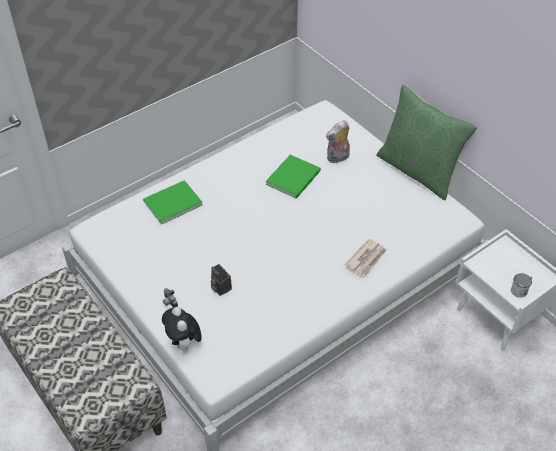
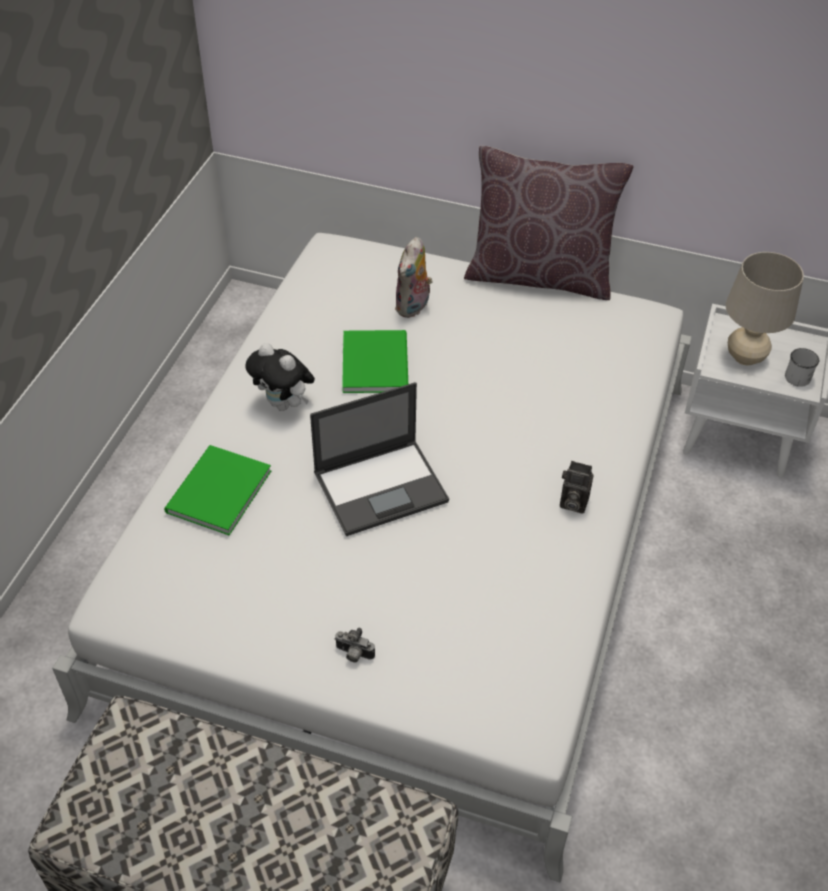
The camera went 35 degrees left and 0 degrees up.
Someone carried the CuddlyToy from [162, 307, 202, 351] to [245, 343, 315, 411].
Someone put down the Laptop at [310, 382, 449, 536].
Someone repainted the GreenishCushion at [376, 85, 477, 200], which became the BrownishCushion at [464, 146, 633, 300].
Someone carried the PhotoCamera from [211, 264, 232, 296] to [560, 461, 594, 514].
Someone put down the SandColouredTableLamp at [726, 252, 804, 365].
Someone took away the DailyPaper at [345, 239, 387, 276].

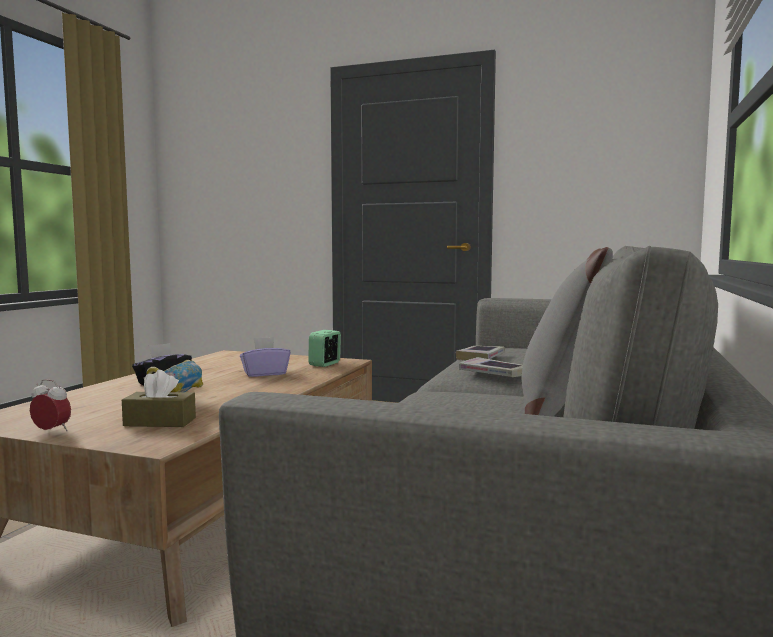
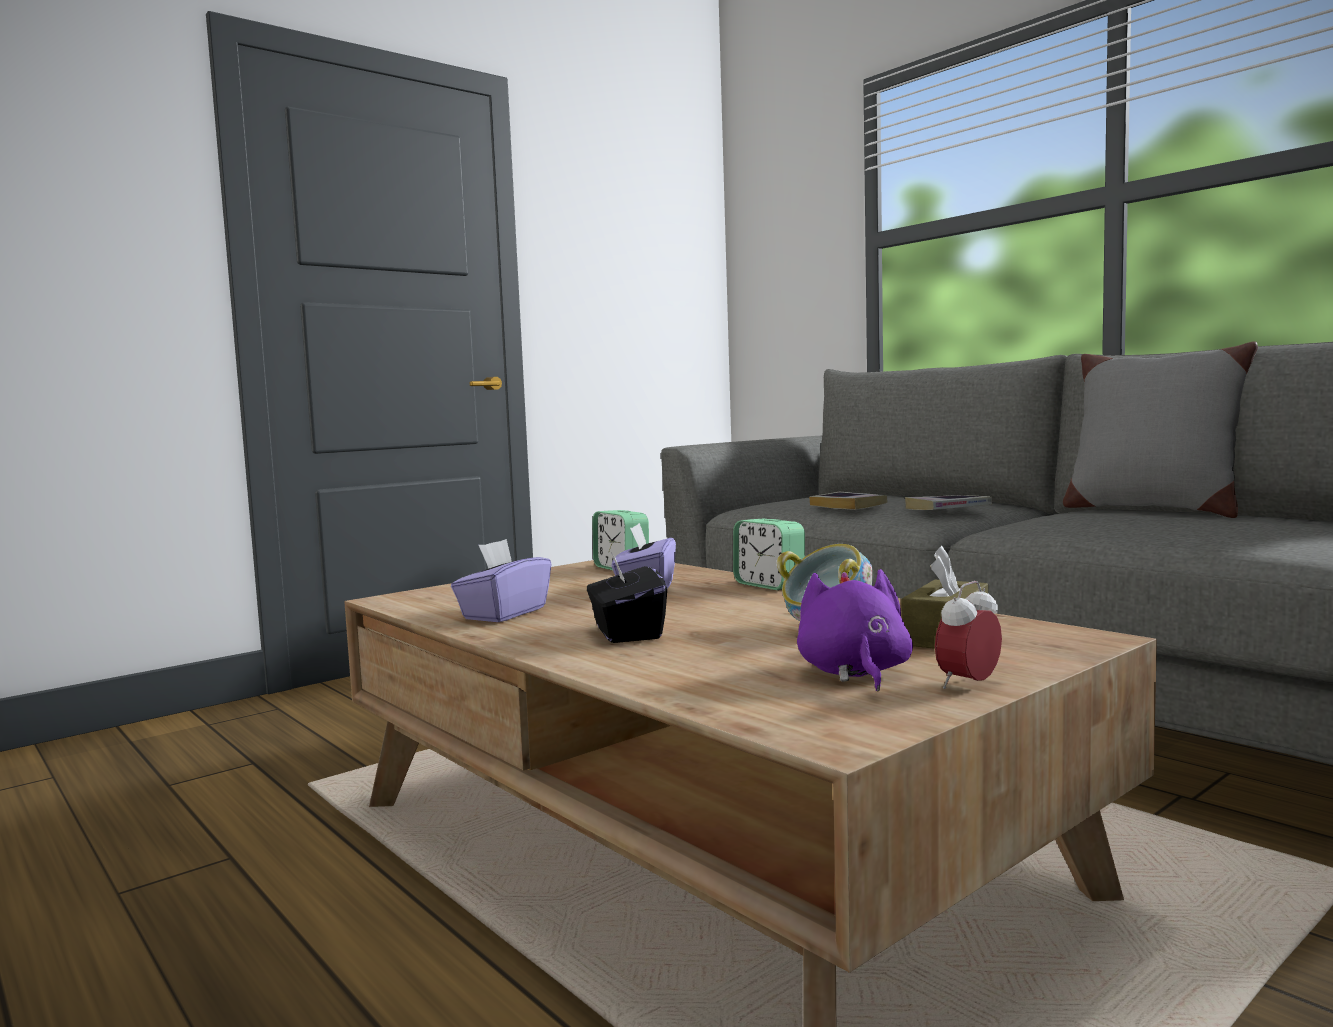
The camera went 60 degrees left and 0 degrees up.
Someone put down the PurplishBoxOfTissues at [451, 539, 552, 622].
Someone put down the TableClock at [733, 519, 805, 590].
Someone put down the PurplishCuddlyToy at [797, 569, 913, 691].

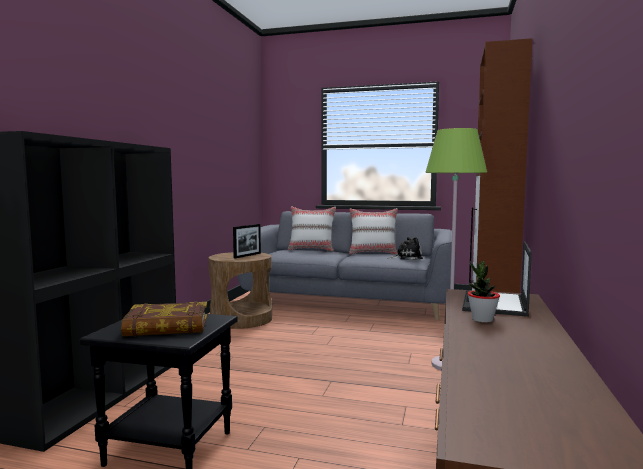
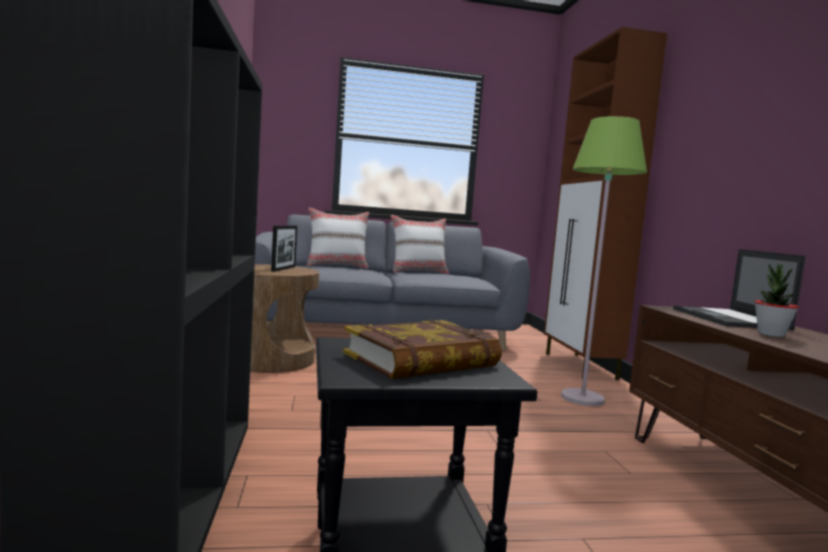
The camera went 25 degrees left and 0 degrees up.
Someone took away the CuddlyToy at [388, 237, 423, 260].

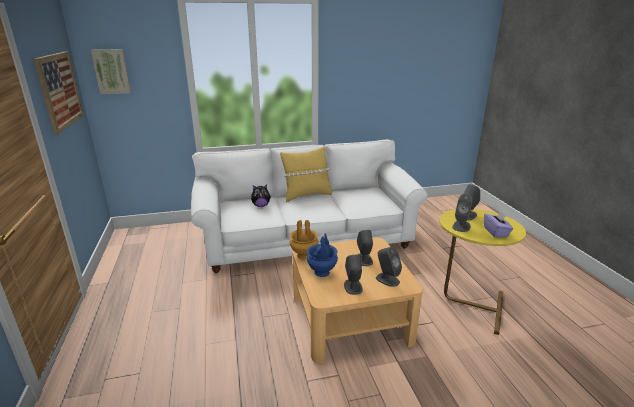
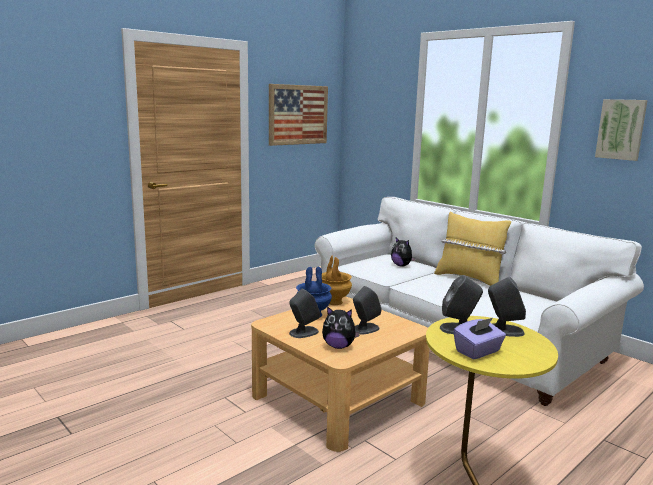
The camera went 60 degrees right and 10 degrees down.
Someone swapped the GrayLoudspeaker at [376, 247, 402, 287] for the CuddlyToy at [322, 306, 360, 349].
Someone carried the WallArt from [91, 49, 131, 94] to [595, 99, 648, 161].

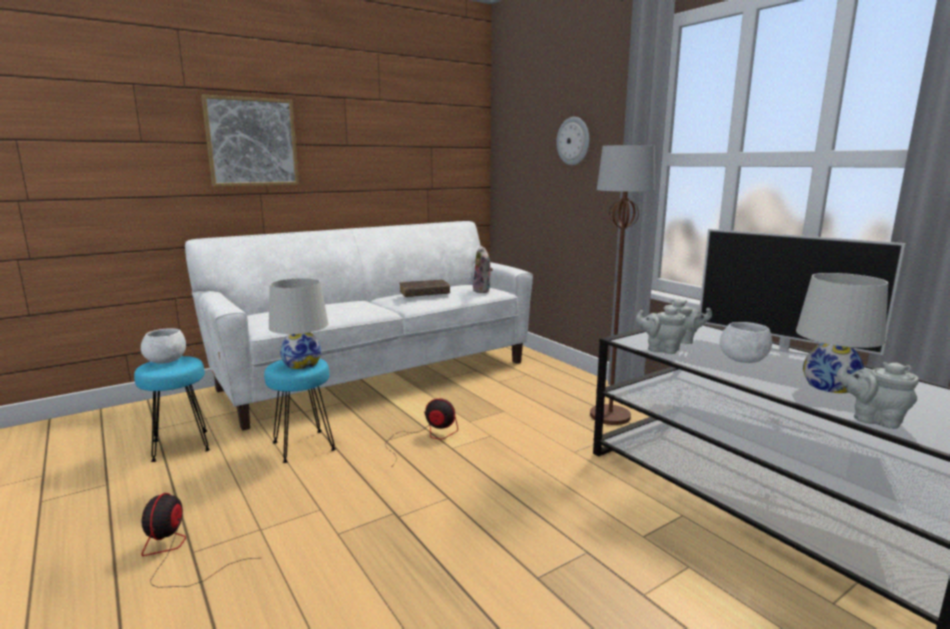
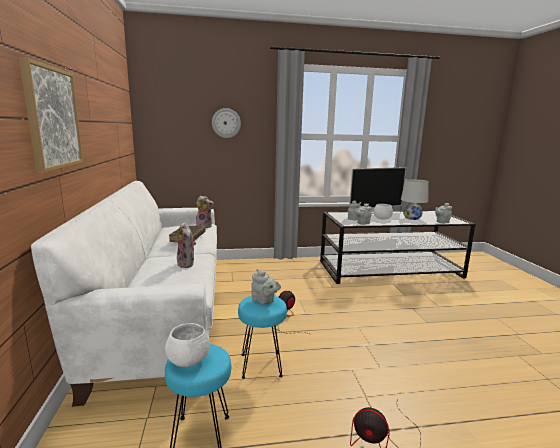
The camera went 65 degrees left and 0 degrees up.
Someone put down the CuddlyToy at [177, 222, 196, 268].
Someone swapped the WhitishTableLamp at [269, 278, 328, 369] for the GrayTeaPot at [251, 269, 281, 305].
Someone took away the BrownishFloorLamp at [590, 145, 655, 425].

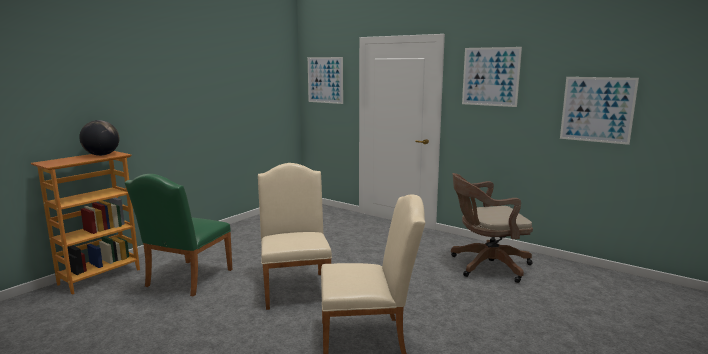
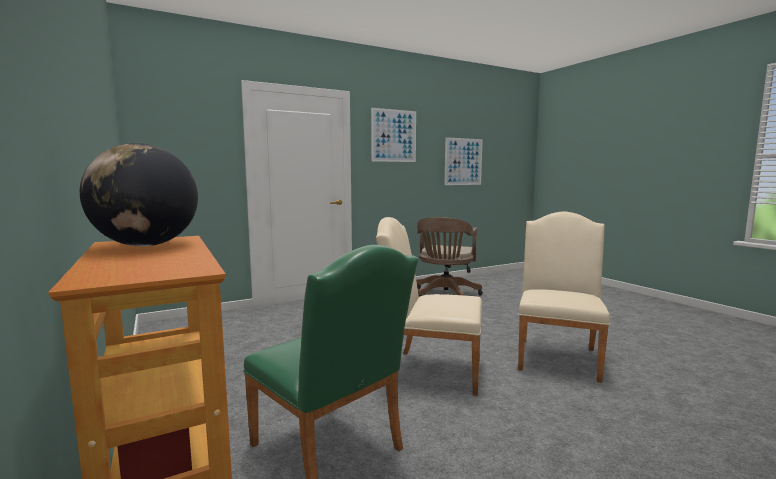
The camera went 65 degrees left and 5 degrees down.
Someone took away the WallArt at [308, 57, 343, 104].

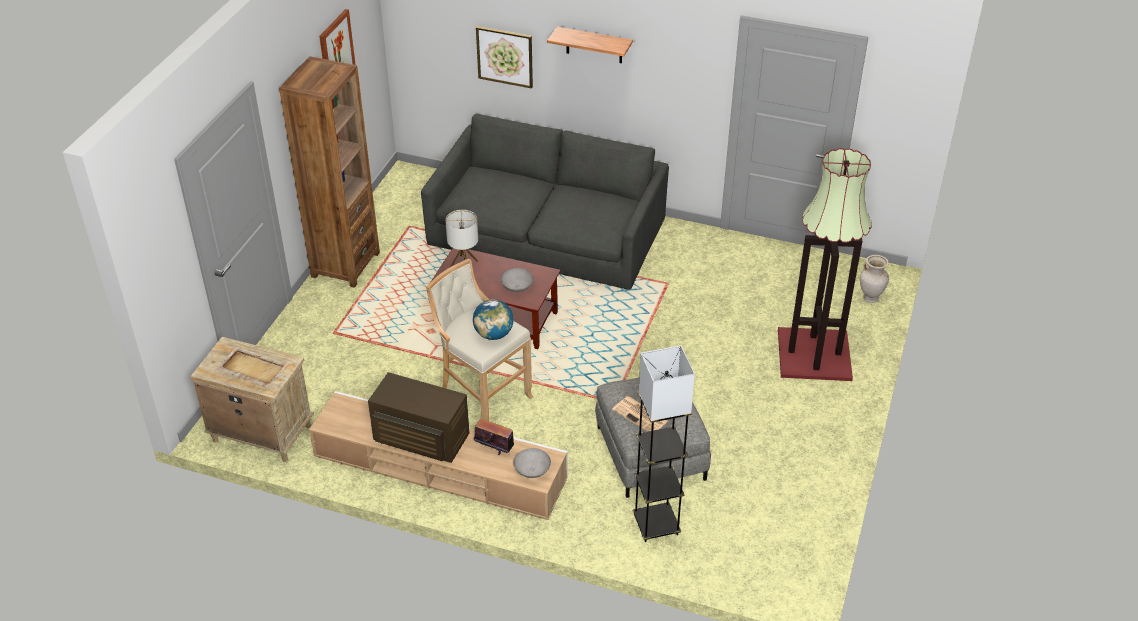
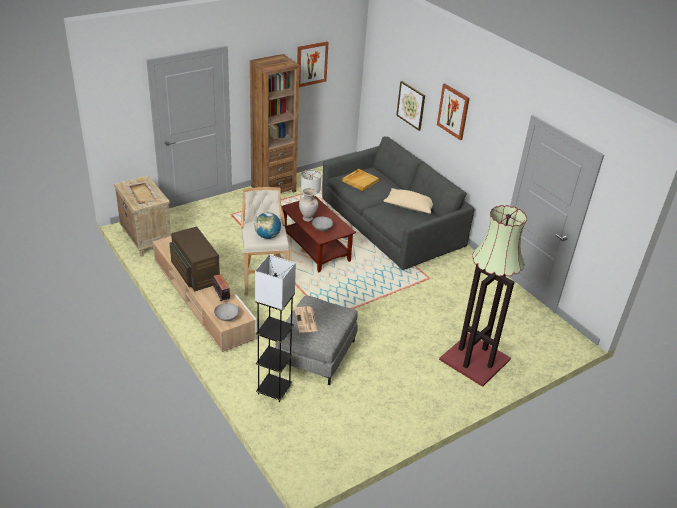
The camera went 35 degrees right and 5 degrees down.
Someone carried the SandColouredFlowerVase from [860, 255, 889, 303] to [299, 188, 318, 222].
Someone put down the SandColouredCarryingTray at [342, 169, 379, 191].
Someone put down the SandColouredCushion at [384, 188, 433, 214].
Someone swapped the WallShelf at [547, 26, 633, 63] for the WallArt at [437, 83, 470, 140].

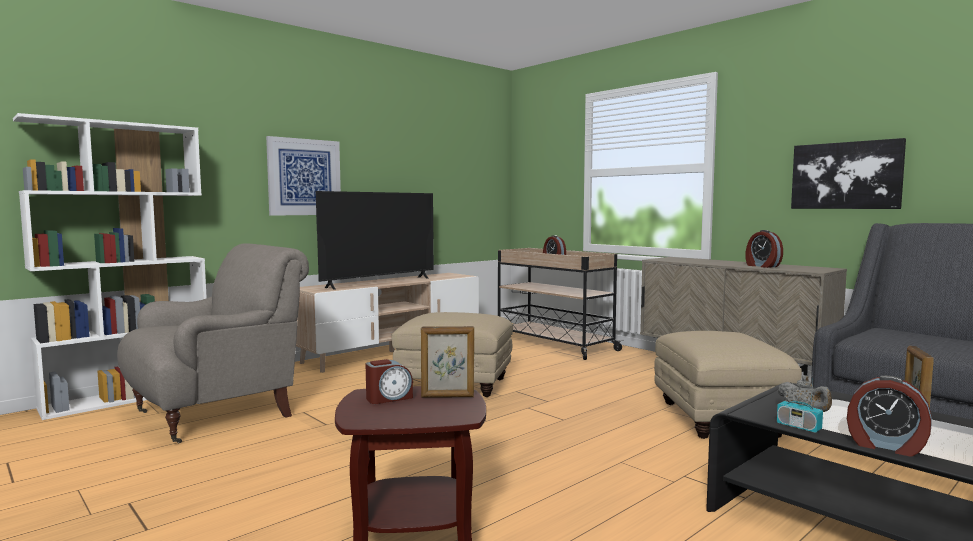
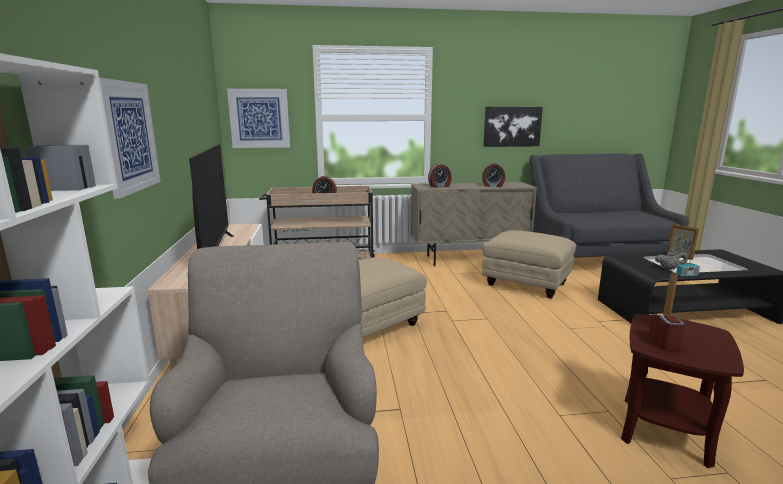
The camera went 55 degrees left and 10 degrees up.
Someone put up the WallArt at [227, 89, 290, 148].
Someone carried the TableClock from [847, 376, 932, 457] to [428, 163, 451, 188].

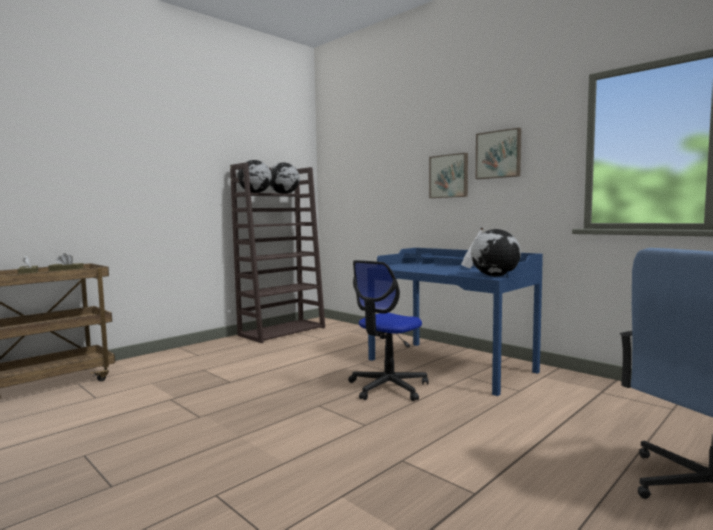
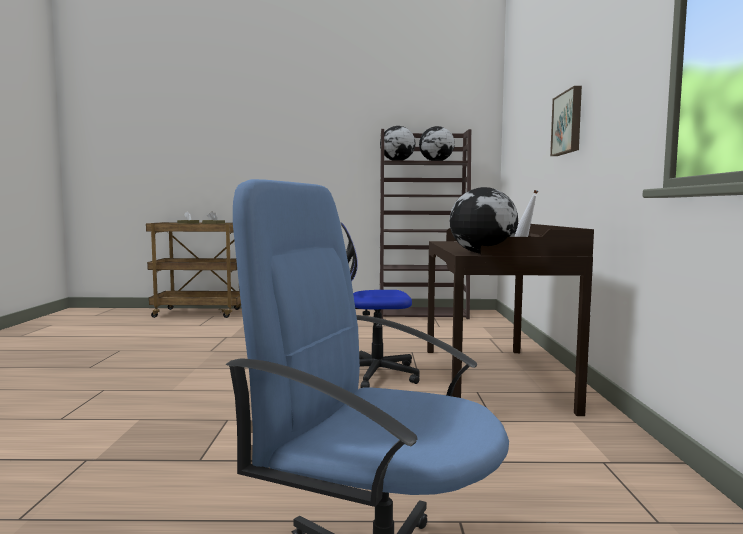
The camera went 45 degrees right and 0 degrees up.
Someone repainted the BlueDeskUnit at [368, 248, 543, 396], which became the BrownishDeskUnit at [427, 224, 594, 416].
Someone took away the WallArt at [476, 128, 521, 179].

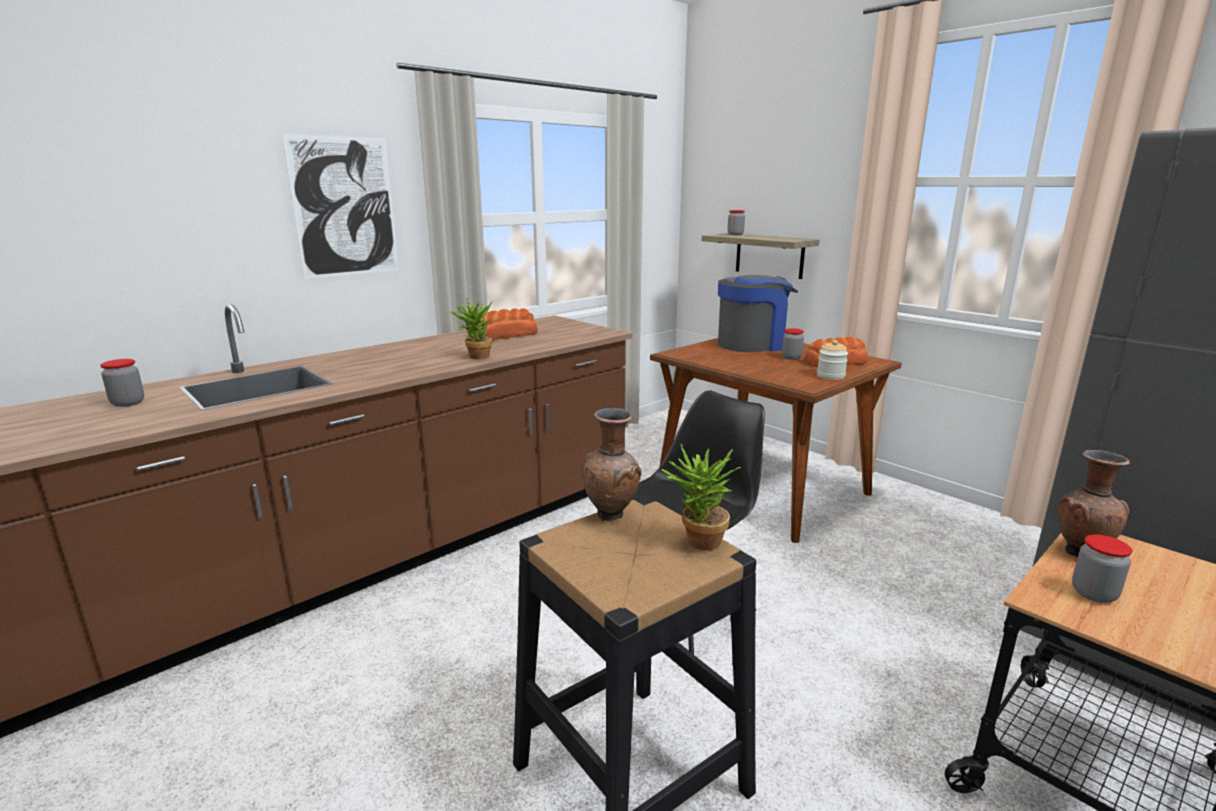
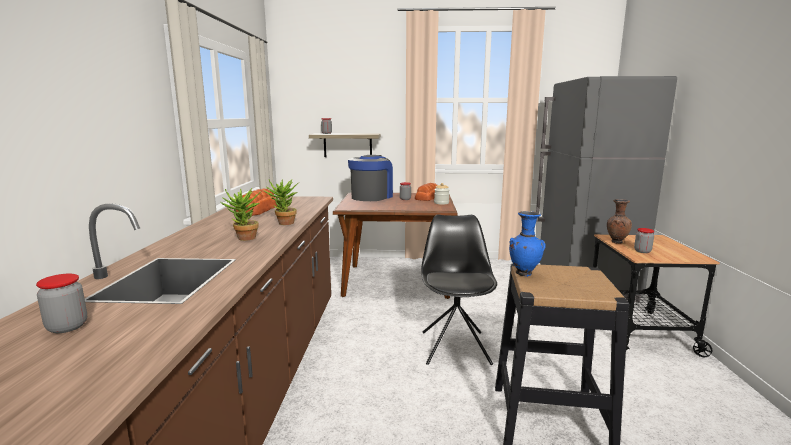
The camera went 45 degrees left and 5 degrees down.
Someone carried the PlantInAPot from [662, 444, 741, 550] to [220, 188, 261, 241].
Someone repainted the BrownishFlowerVase at [583, 408, 641, 521], which became the BlueFlowerVase at [509, 211, 546, 277].
Someone took away the WallArt at [282, 134, 399, 279].

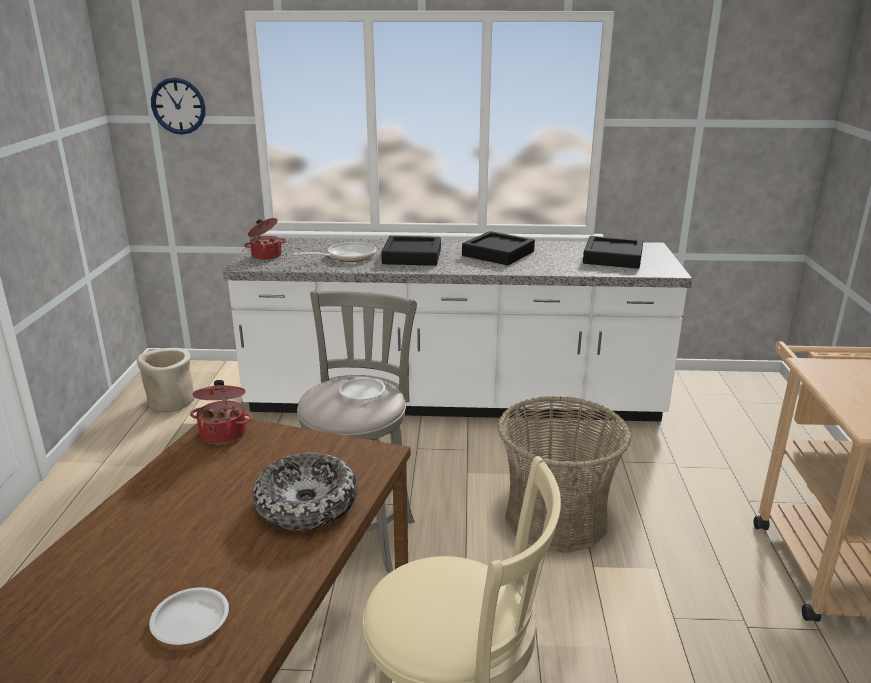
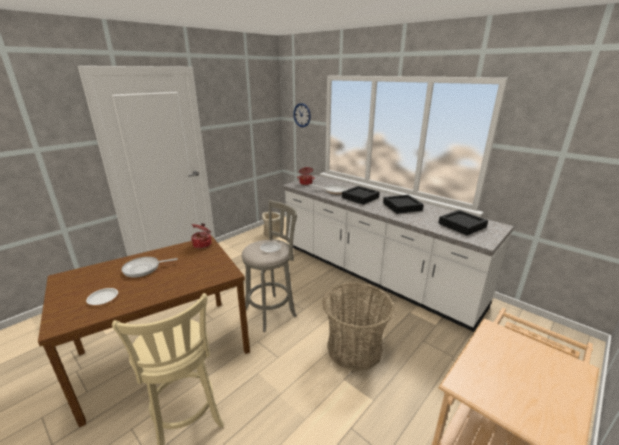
The camera went 40 degrees right and 0 degrees up.
Someone put down the Pan at [121, 257, 178, 278].
Someone took away the ServingBowl at [252, 453, 358, 531].

